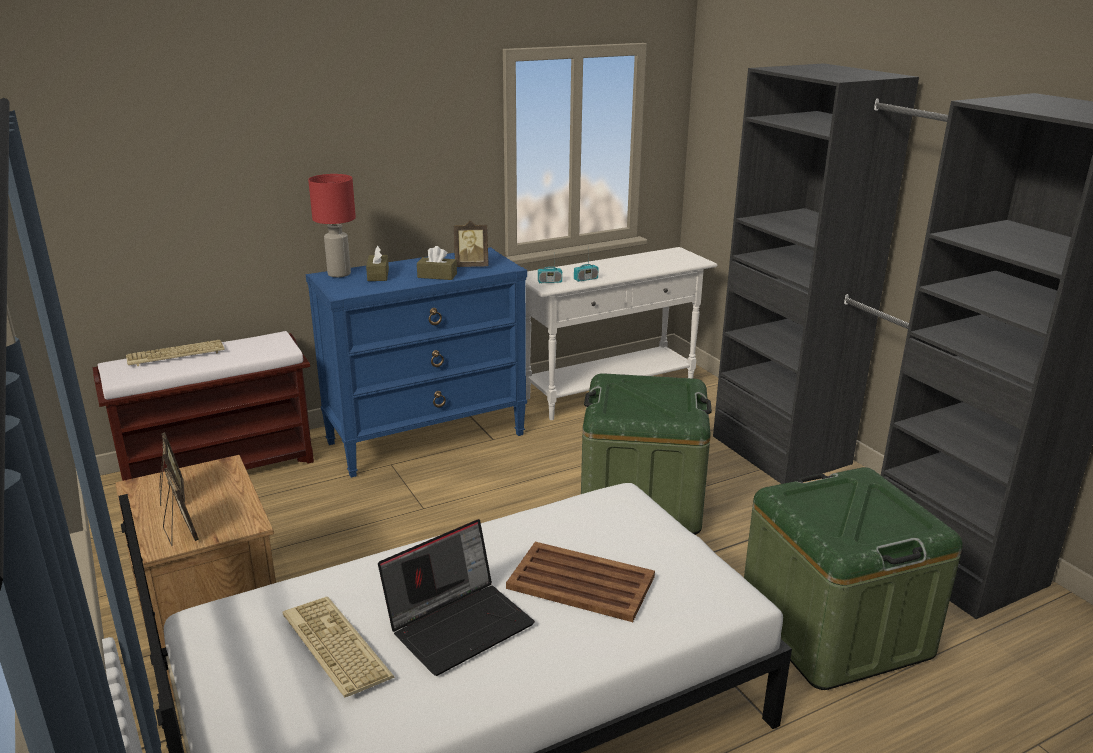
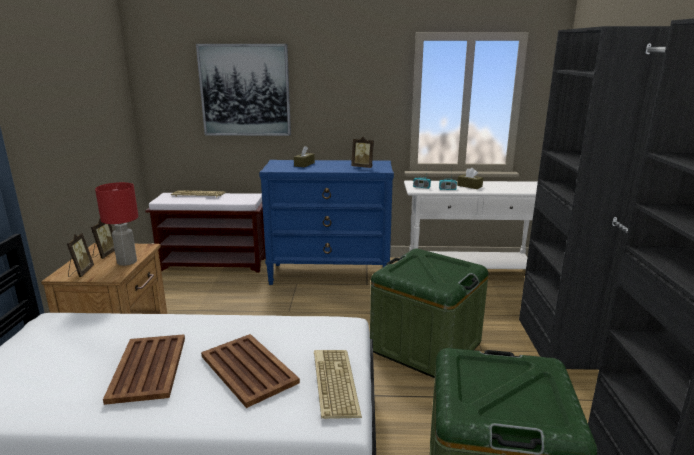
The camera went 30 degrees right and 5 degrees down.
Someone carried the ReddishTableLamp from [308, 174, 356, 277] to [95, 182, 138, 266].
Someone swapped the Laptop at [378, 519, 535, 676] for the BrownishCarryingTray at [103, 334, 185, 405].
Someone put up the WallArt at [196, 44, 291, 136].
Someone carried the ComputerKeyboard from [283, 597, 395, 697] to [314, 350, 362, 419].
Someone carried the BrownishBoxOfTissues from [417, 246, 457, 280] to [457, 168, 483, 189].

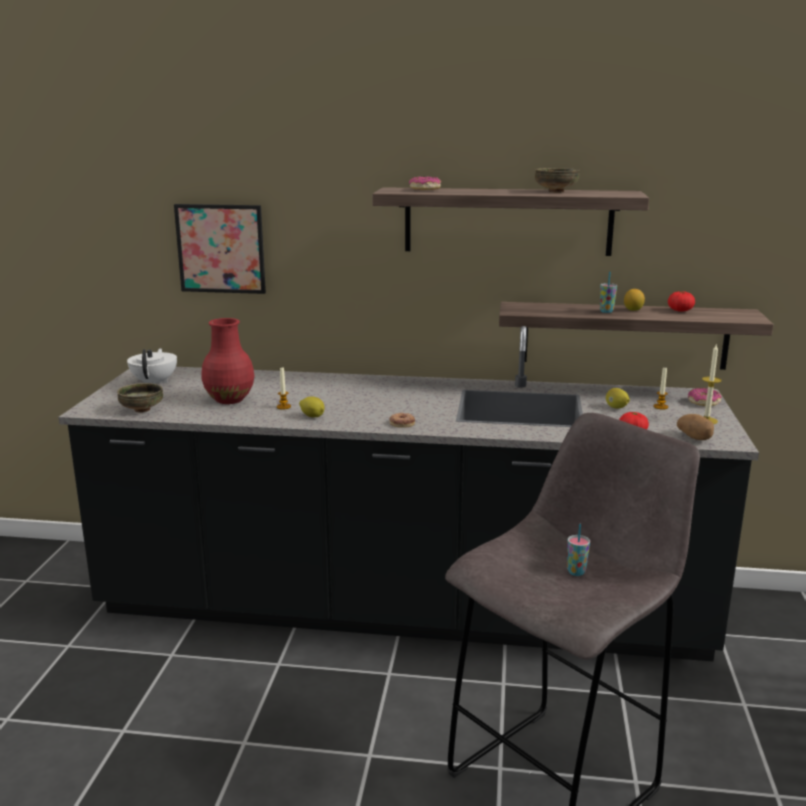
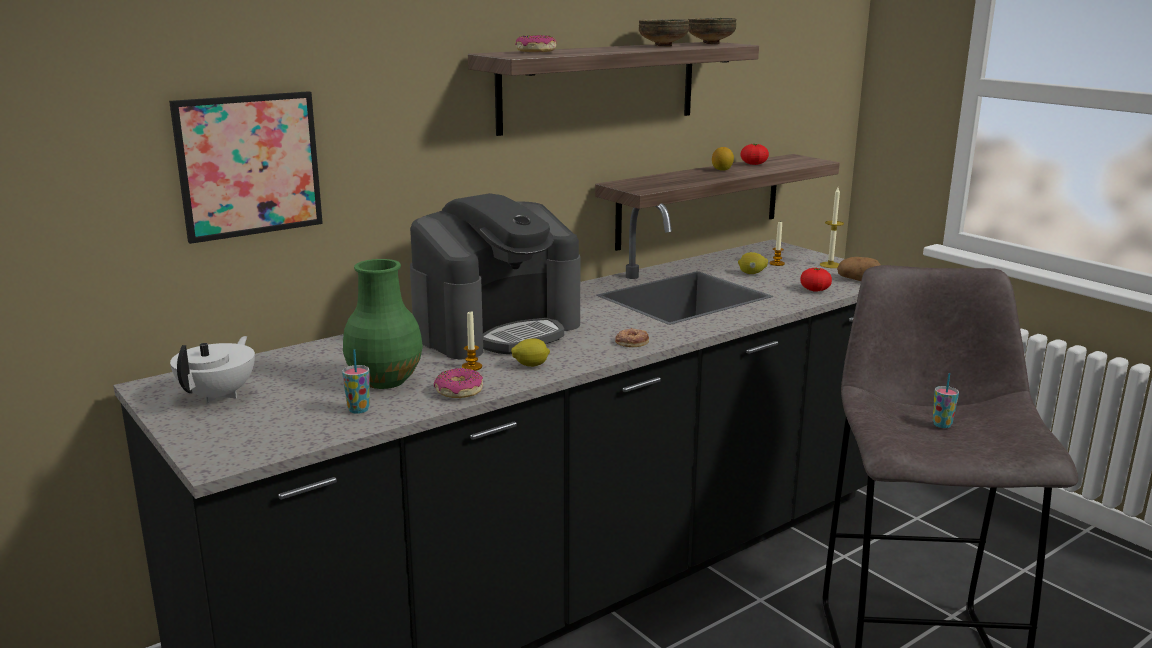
The camera went 45 degrees left and 0 degrees up.
Someone rotated the WhitishTeaPot at [127, 348, 177, 384] by 60 degrees clockwise.
Someone carried the SmallCup from [600, 272, 617, 313] to [342, 349, 370, 414].
Someone repainted the ReddishFlowerVase at [202, 318, 254, 404], which became the GreenishFlowerVase at [343, 259, 423, 389].
Someone put down the CoffeeMachine at [410, 193, 581, 359].
Someone carried the Doughnut from [688, 388, 722, 406] to [434, 368, 483, 398].
Someone carried the ServingBowl from [117, 383, 163, 413] to [688, 18, 736, 44].

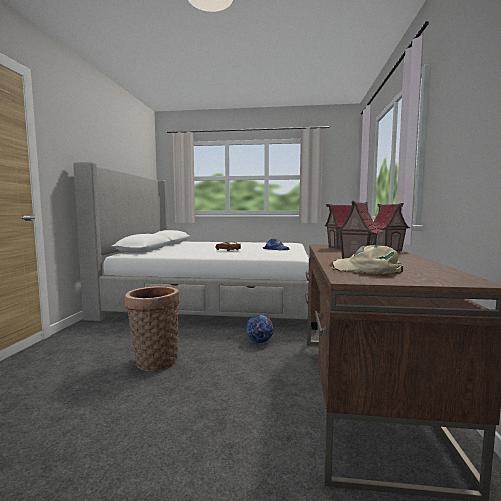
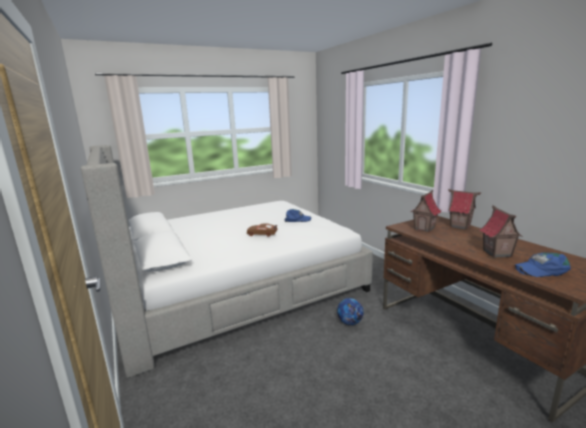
The camera went 35 degrees left and 10 degrees up.
Someone repainted the SandColouredPeakedCap at [332, 245, 403, 274], which became the BluePeakedCap at [515, 253, 571, 277].
Someone took away the HouseholdBasket at [125, 286, 180, 371].

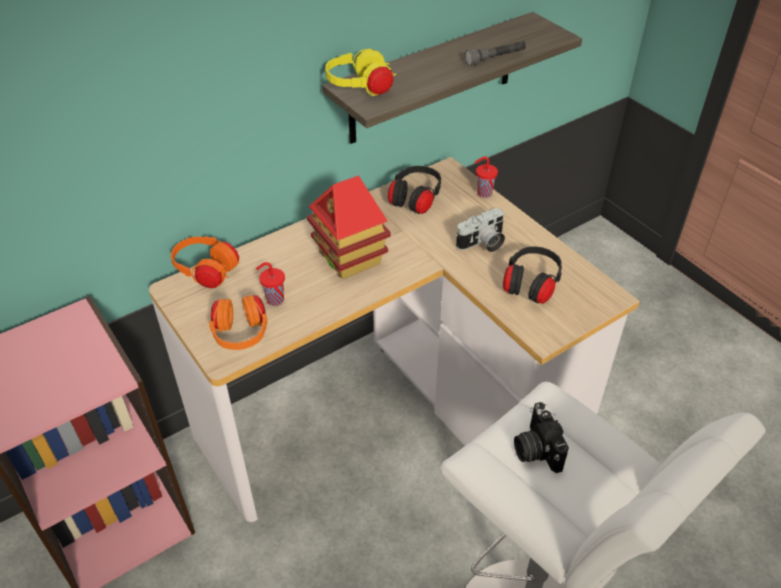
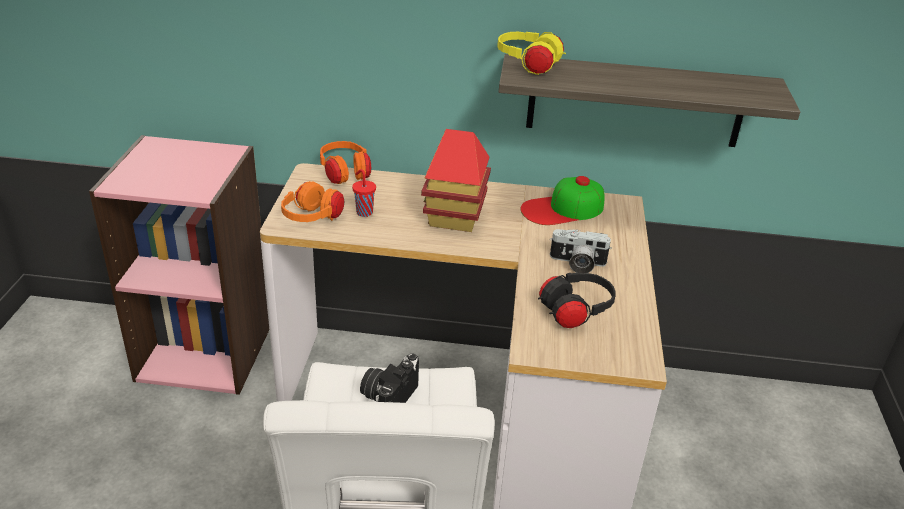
The camera went 40 degrees right and 10 degrees down.
Someone swapped the BlackHeadset at [388, 166, 441, 214] for the PeakedCap at [521, 176, 605, 225].
Someone took away the GrayFlashlight at [464, 41, 526, 66].
Someone took away the ReddishSmallCup at [475, 156, 498, 198].

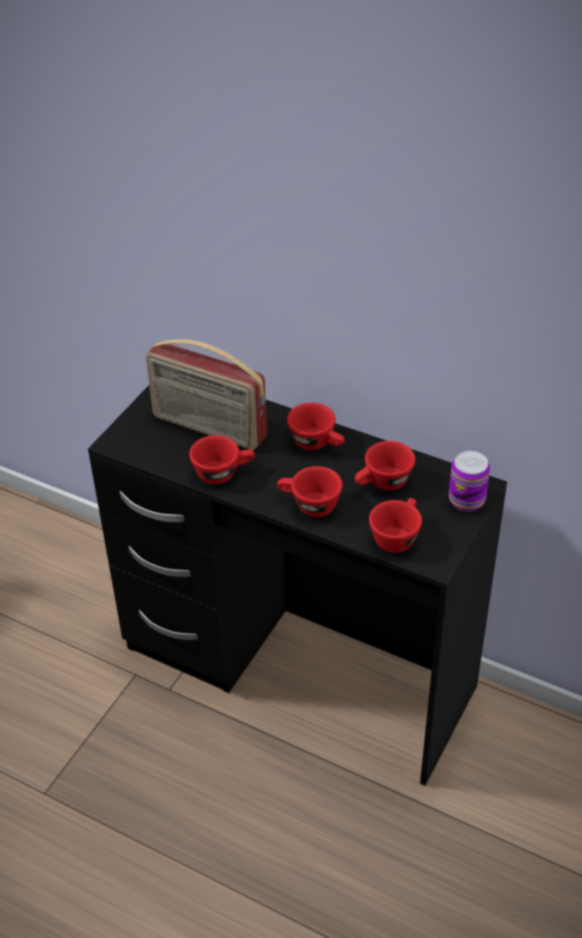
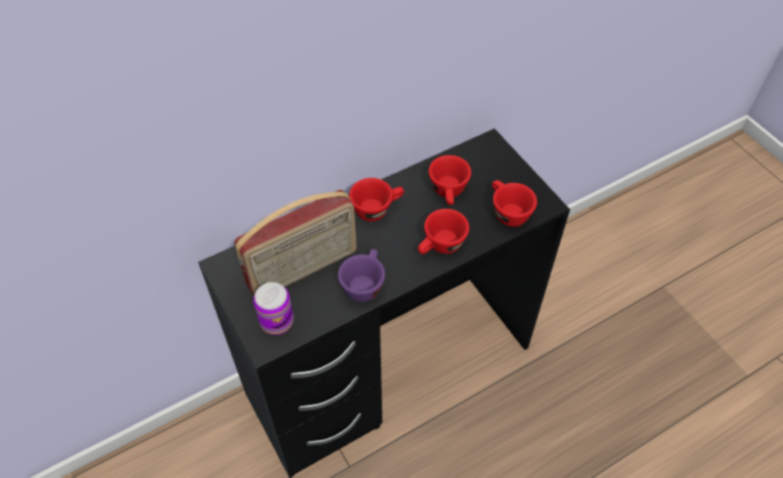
The camera went 60 degrees left and 10 degrees up.
Someone carried the MetalCan from [449, 451, 490, 512] to [253, 282, 294, 335].
Someone repainted the ReddishSmallCup at [189, 435, 254, 484], which became the PurplishSmallCup at [338, 249, 385, 302].

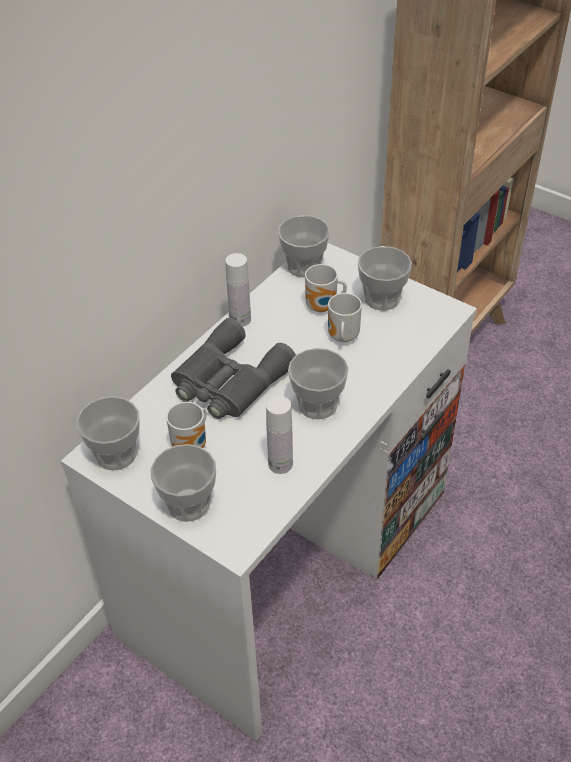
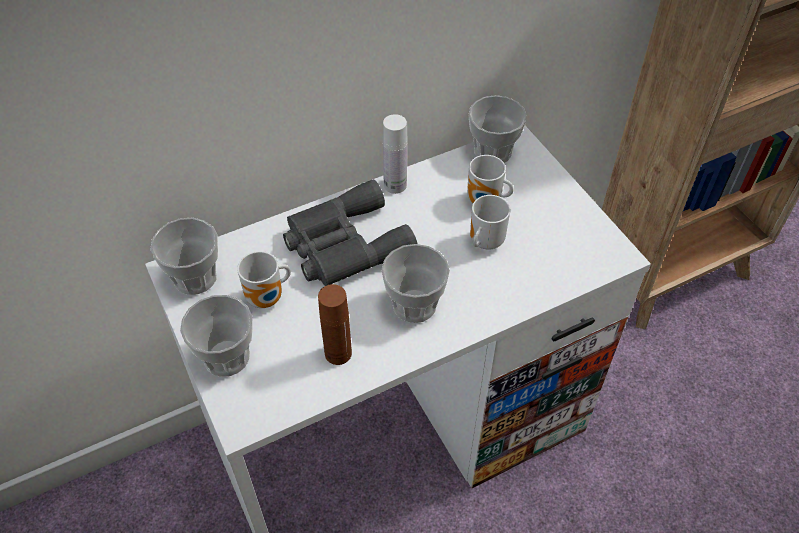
The camera went 25 degrees right and 5 degrees up.
Someone repainted the WhitishBeverageBottle at [266, 396, 293, 474], which became the BrownishBeverageBottle at [318, 284, 352, 365].
Someone took away the SmallCup at [358, 246, 412, 311].

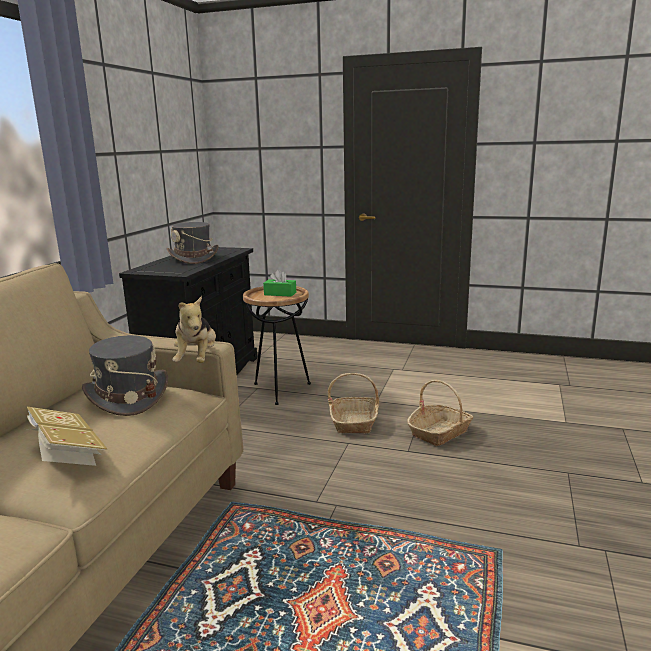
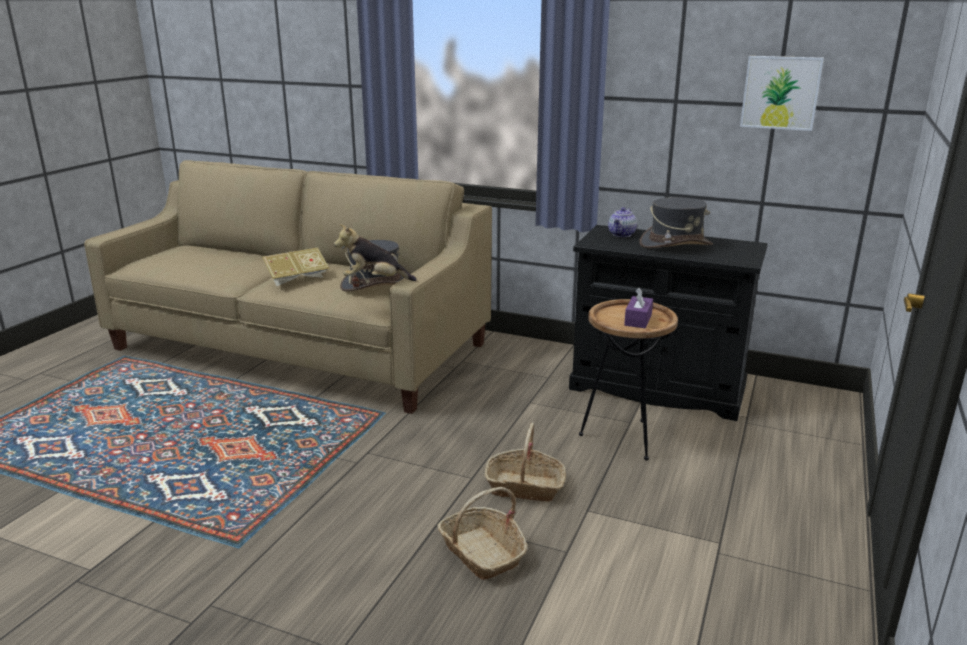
The camera went 95 degrees right and 5 degrees up.
Someone put down the TeaPot at [608, 207, 637, 237].
Someone repainted the GreenishBoxOfTissues at [263, 270, 296, 297], which became the PurplishBoxOfTissues at [624, 288, 653, 328].
Someone put up the WallArt at [740, 56, 824, 131].

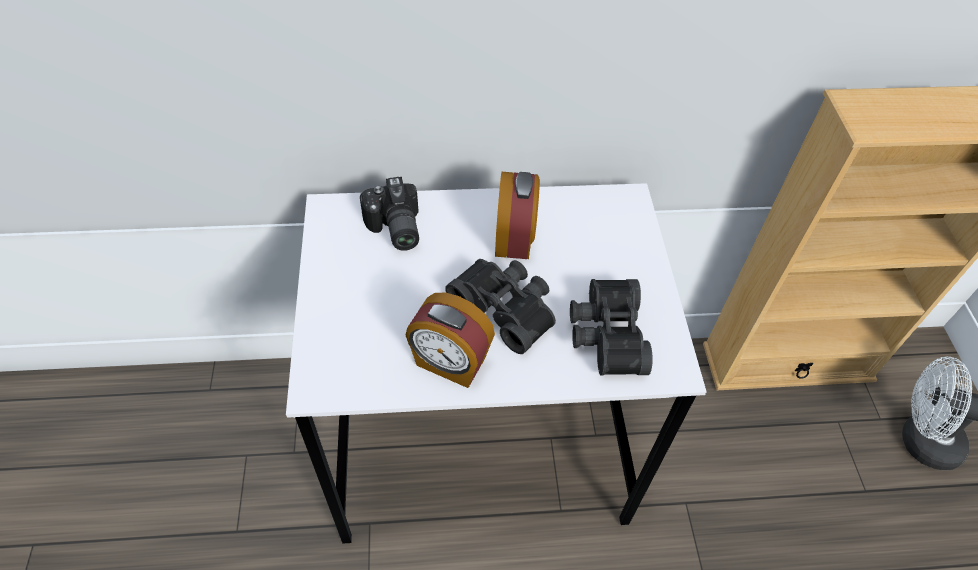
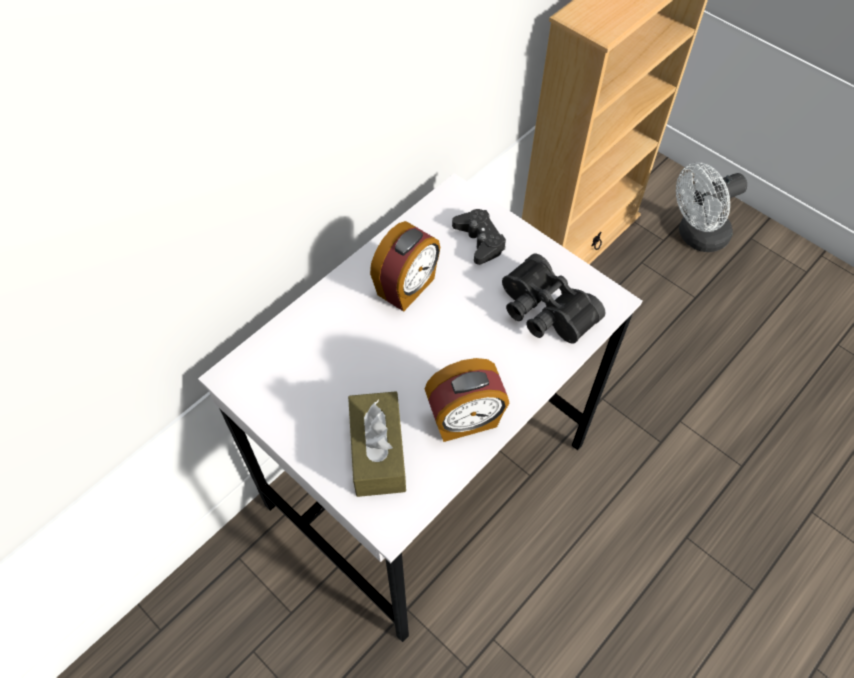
The camera went 40 degrees left and 5 degrees up.
Someone put down the BrownishBoxOfTissues at [348, 391, 406, 497].
Someone rotated the TableClock at [495, 172, 540, 259] by 75 degrees clockwise.
Someone put down the BlackGameController at [452, 209, 506, 265].
Someone took away the PhotoCamera at [360, 177, 419, 251].
Someone took away the BlackFieldGlasses at [445, 259, 556, 354].

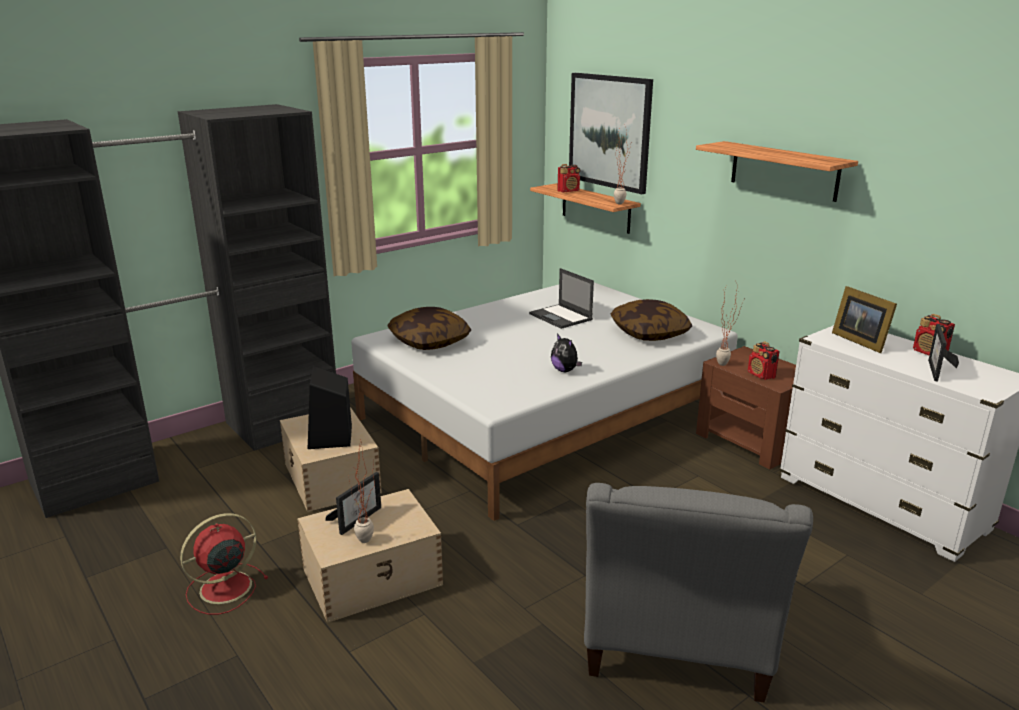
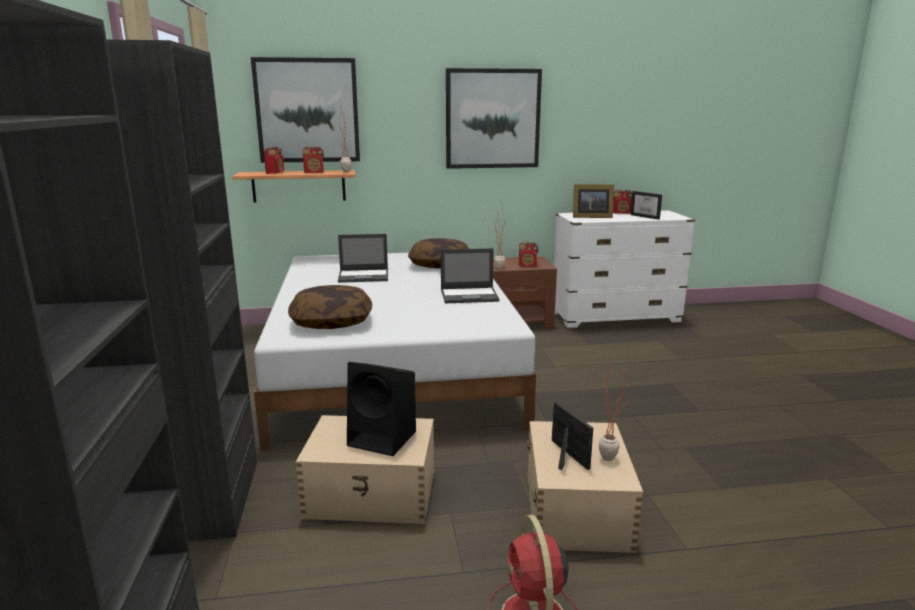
The camera went 60 degrees left and 5 degrees down.
Someone put down the Radio at [302, 146, 324, 173].
Someone swapped the CuddlyToy at [551, 334, 582, 372] for the Laptop at [441, 248, 500, 303].
Someone swapped the WallShelf at [696, 141, 858, 202] for the WallArt at [446, 68, 542, 169].
Someone took away the GrayArmchair at [584, 483, 813, 702].

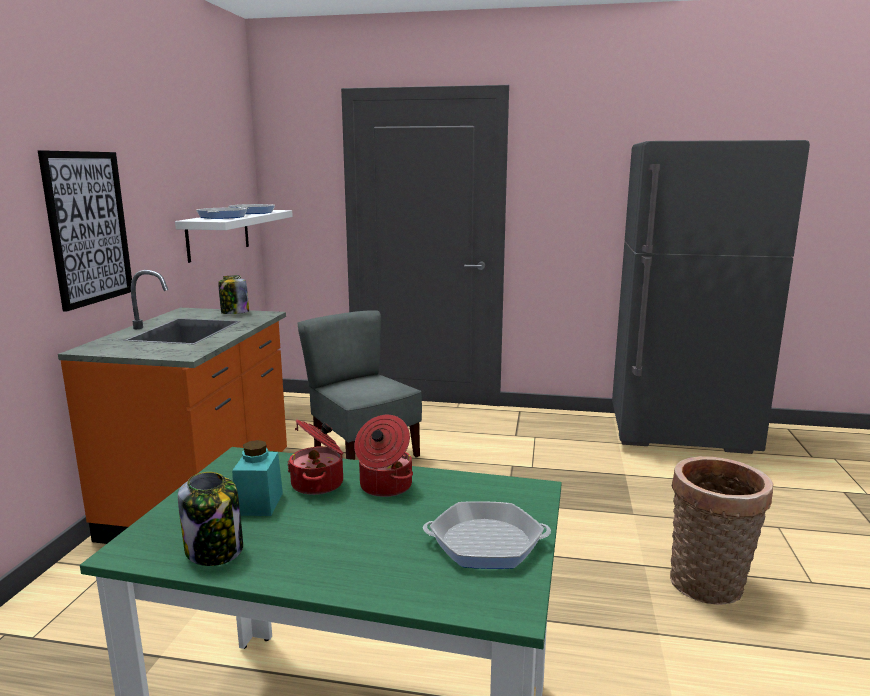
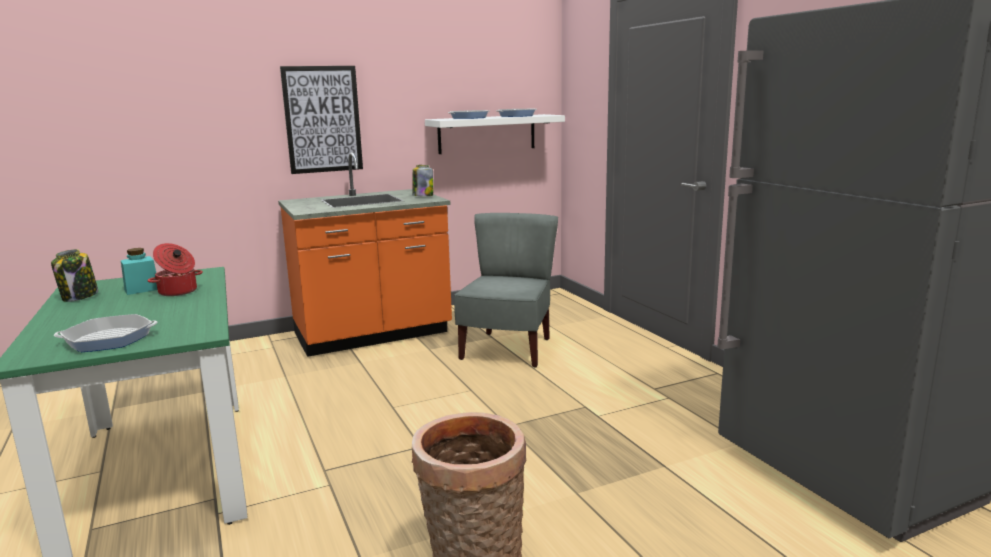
The camera went 55 degrees right and 0 degrees up.
Someone rotated the Pan at [423, 501, 551, 569] by 105 degrees clockwise.
Someone took away the Saucepot at [354, 415, 413, 497].

